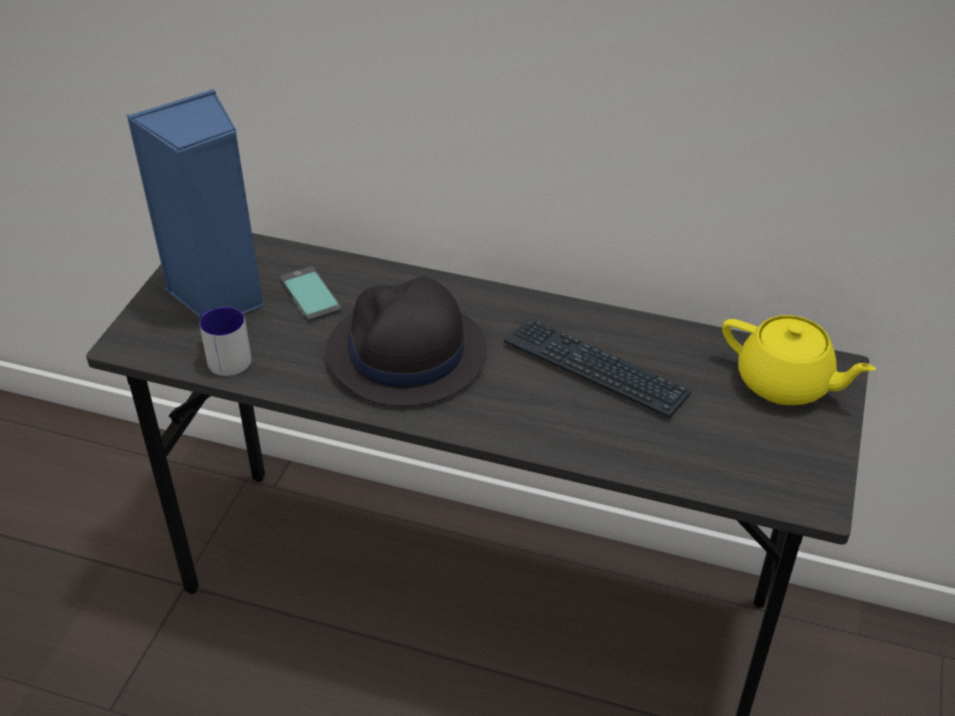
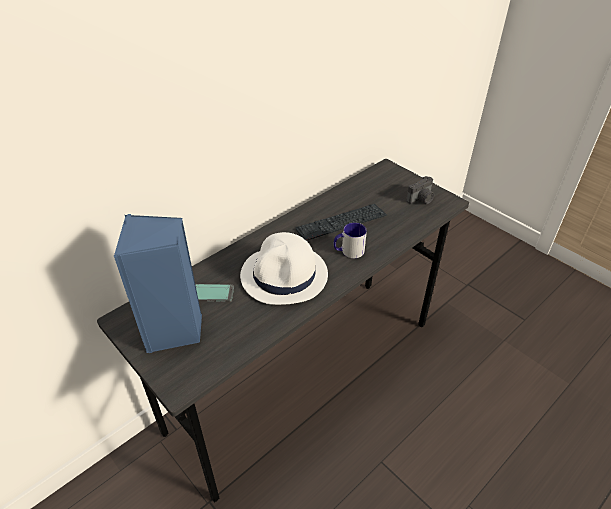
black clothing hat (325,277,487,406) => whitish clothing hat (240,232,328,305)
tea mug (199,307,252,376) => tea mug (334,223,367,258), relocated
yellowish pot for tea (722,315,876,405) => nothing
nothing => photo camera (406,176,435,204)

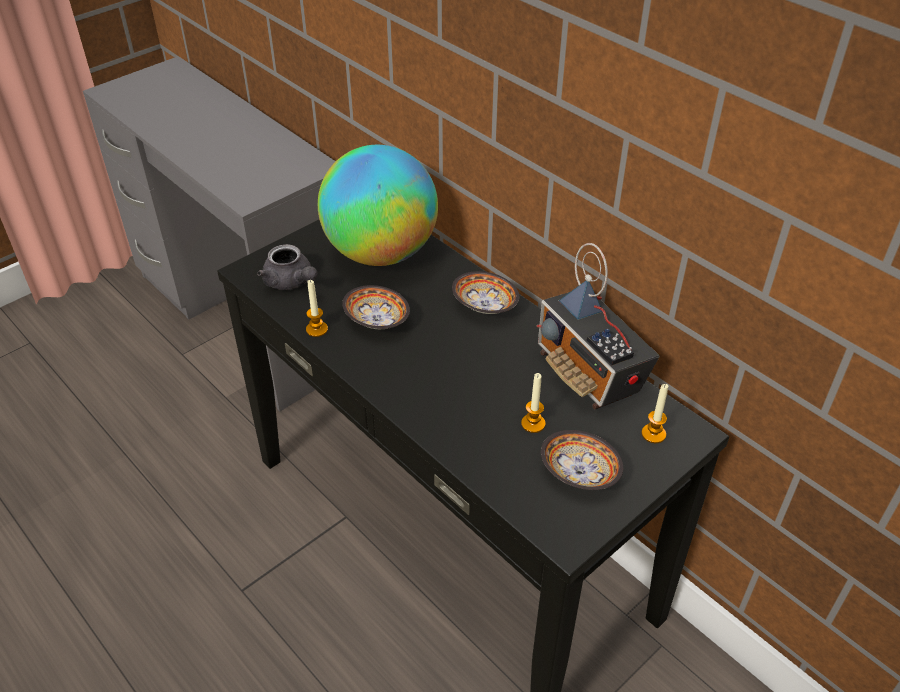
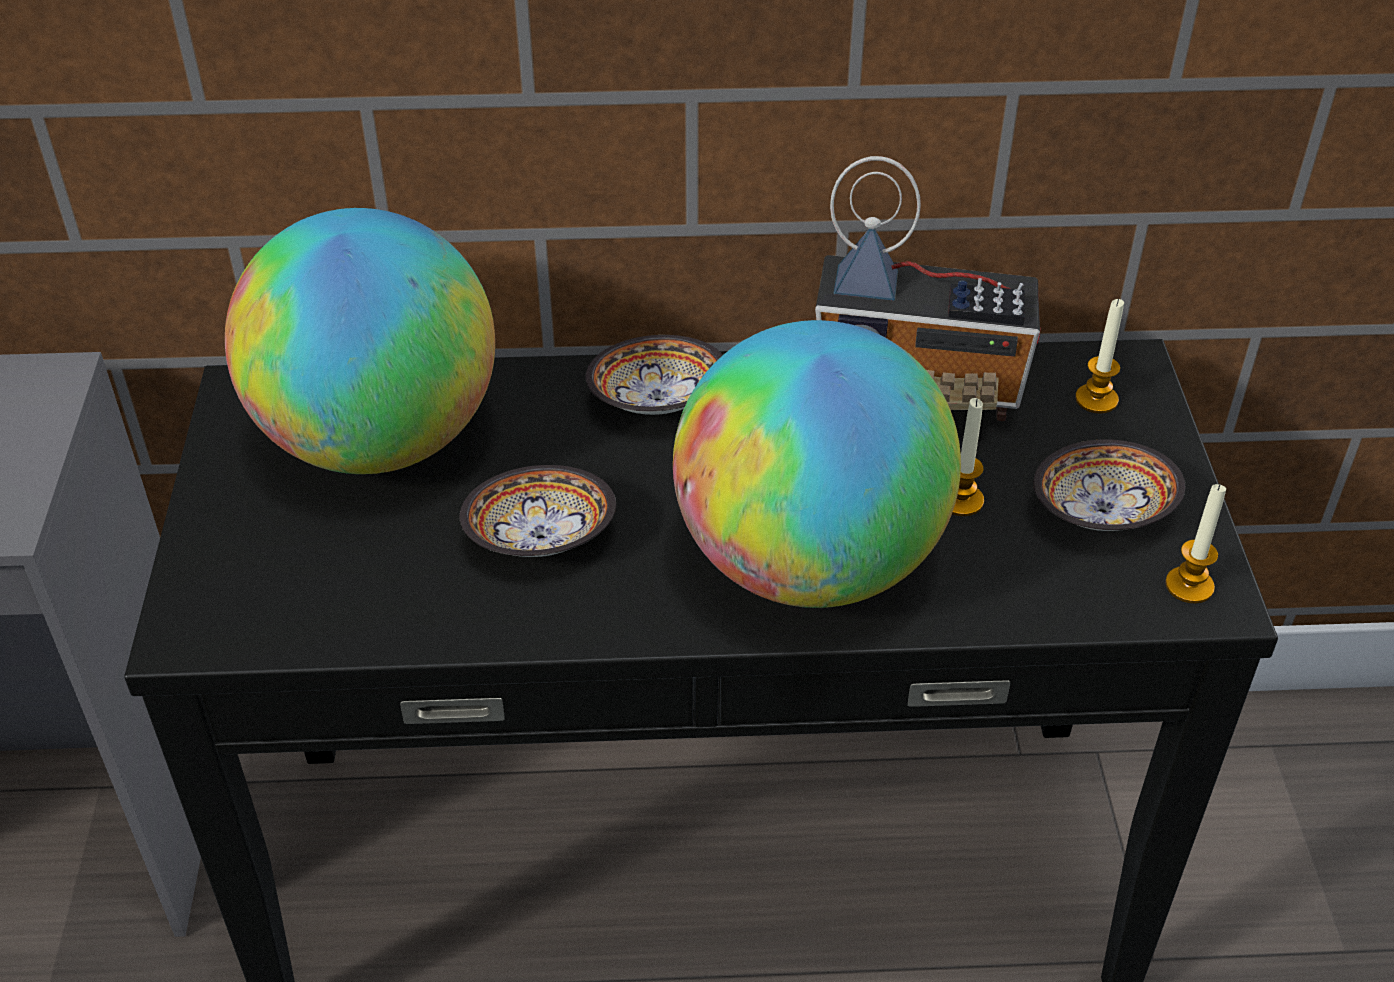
greyish pot for tea (257,244,318,290) => nothing
candle (306,280,328,337) => candle (1165,484,1226,603), relocated
nothing => desk globe (673,320,961,608)

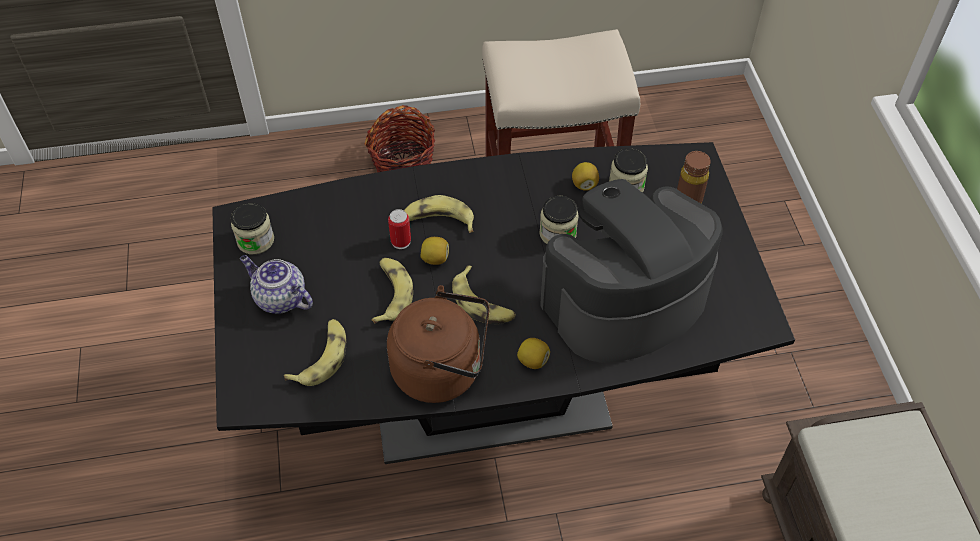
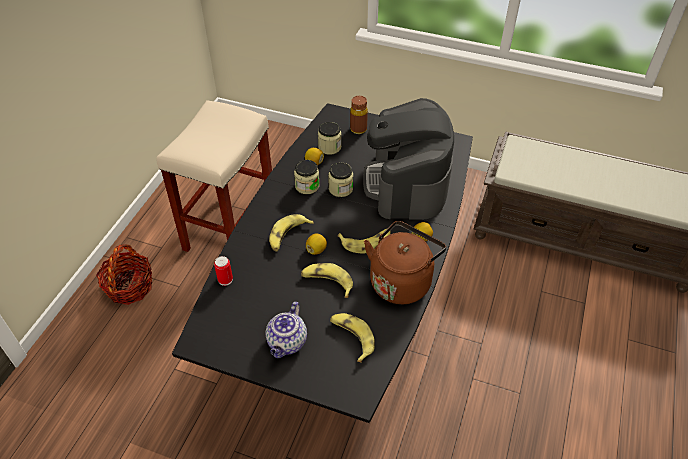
preserve jar (231,203,274,254) => preserve jar (294,160,320,194), relocated
metal can (388,209,411,249) => metal can (214,256,233,286), relocated
pot for tea (240,255,313,314) => pot for tea (266,302,307,358), 45 degrees counterclockwise

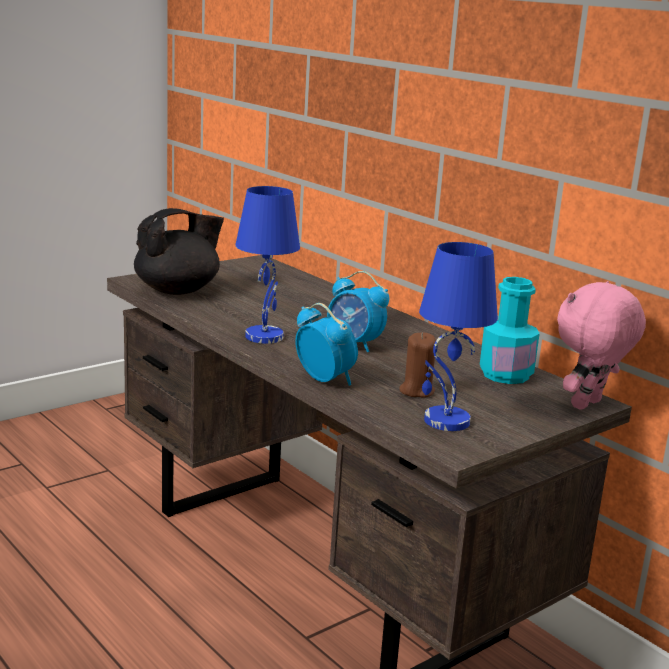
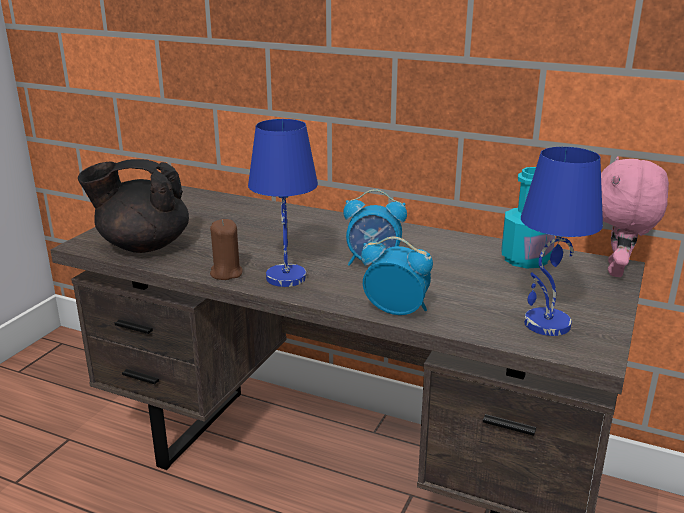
black pot for tea (134,208,224,295) => black pot for tea (78,159,189,253), 120 degrees counterclockwise
brown candle (399,333,436,398) => brown candle (210,219,243,280), relocated

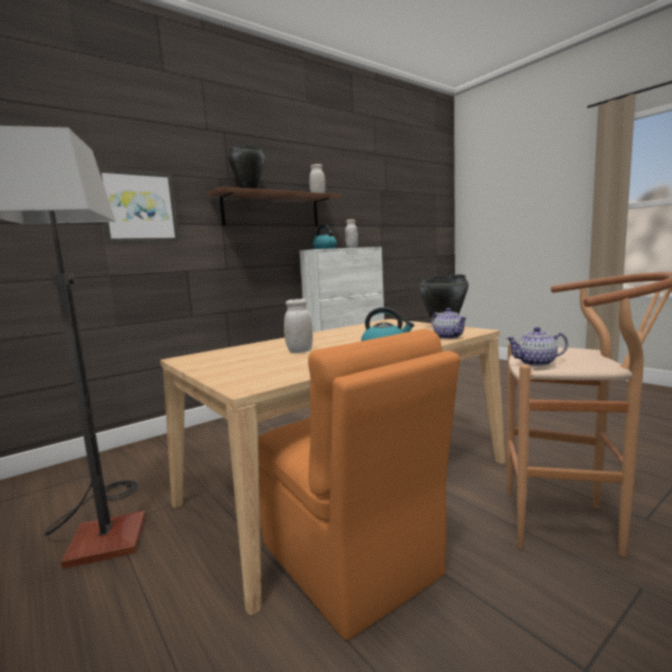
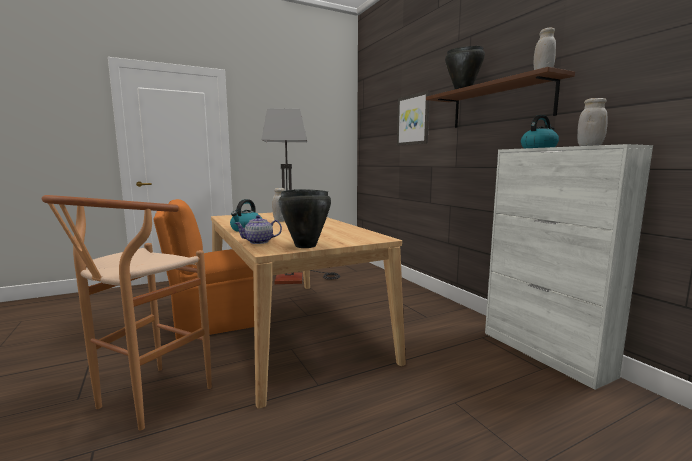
pot for tea (506,327,568,366) => nothing

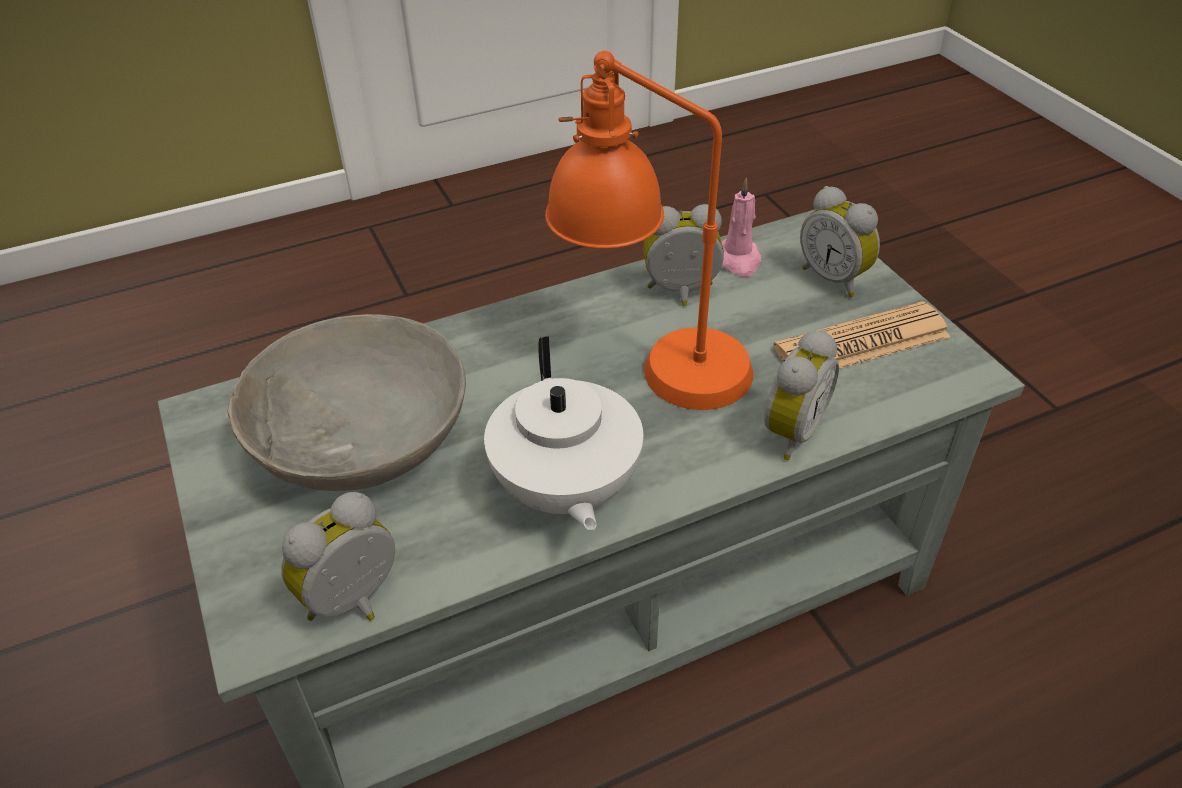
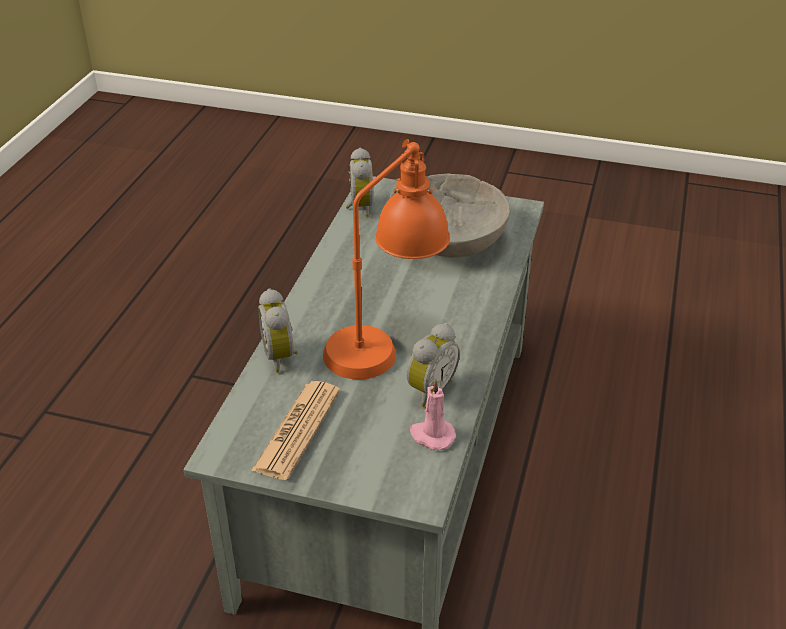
bedside clock (800,186,880,298) => nothing
whitish pot for tea (484,336,643,531) => nothing

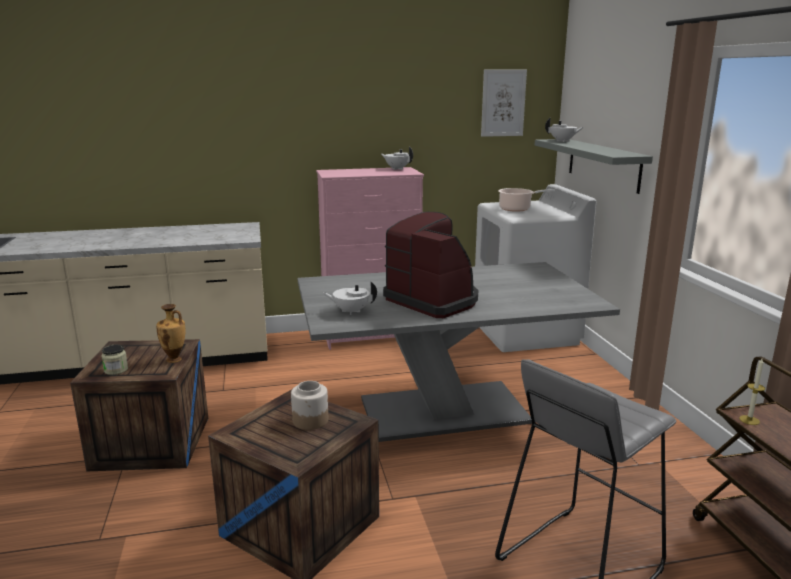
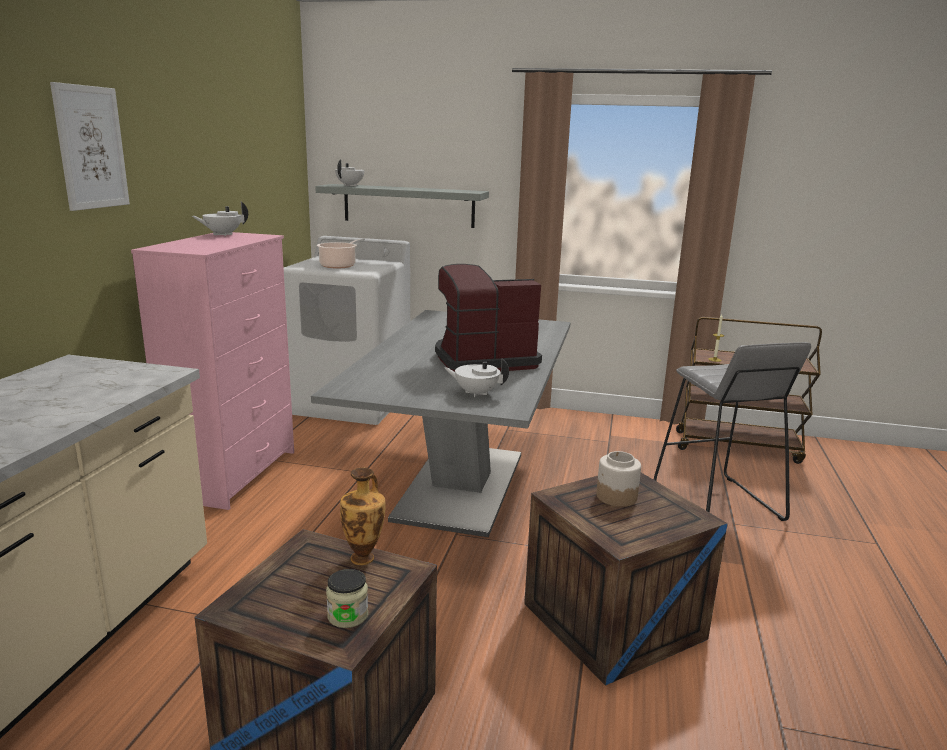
wall picture (481,70,527,137) => wall picture (50,82,130,211), relocated
whitish pot for tea (323,282,377,315) => whitish pot for tea (444,358,509,397), 75 degrees clockwise

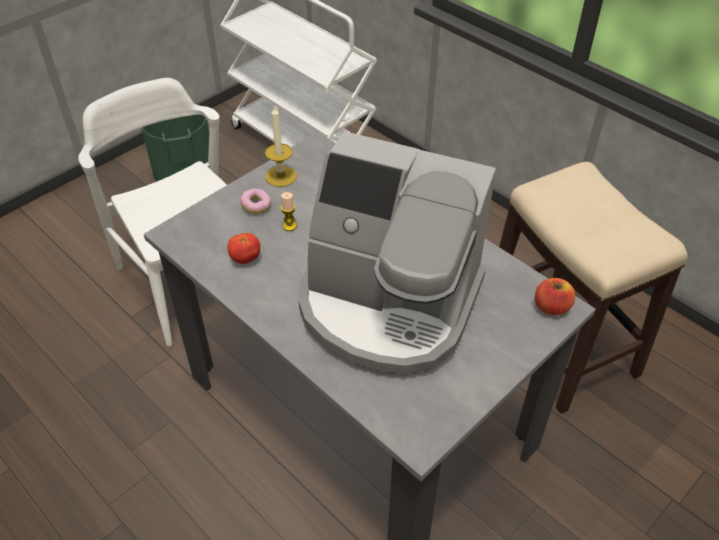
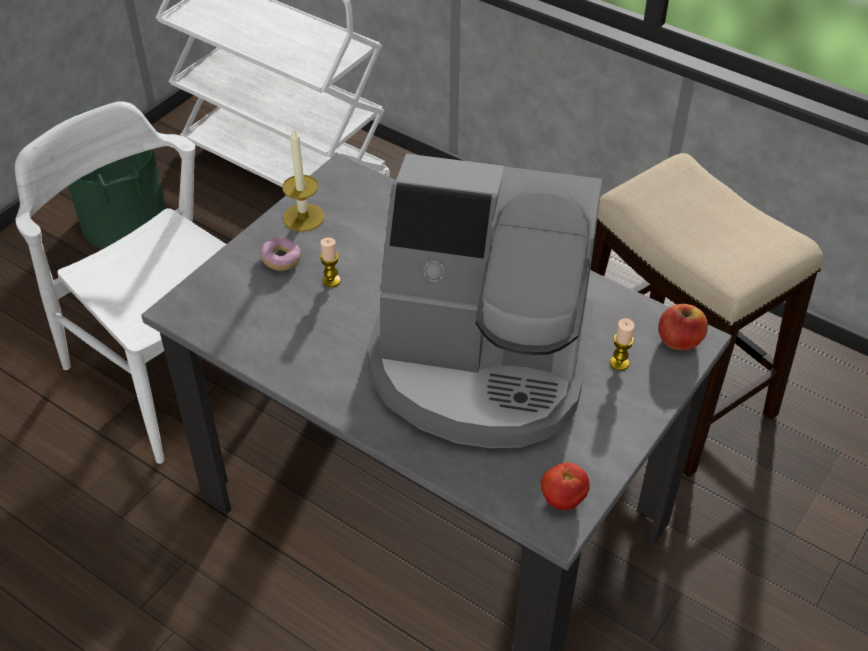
tomato (228,233,260,264) => tomato (541,463,590,510), relocated
nothing => candle (610,318,635,371)

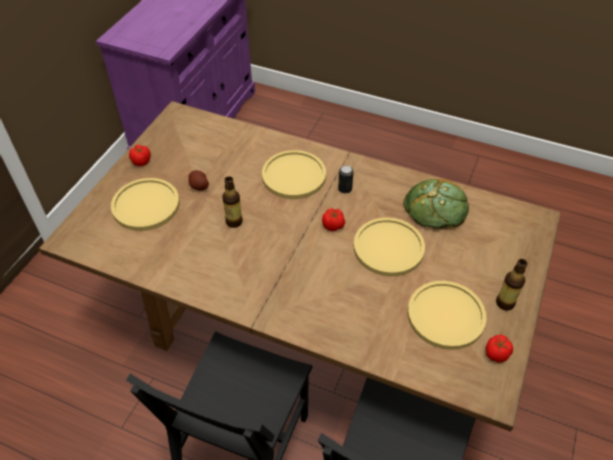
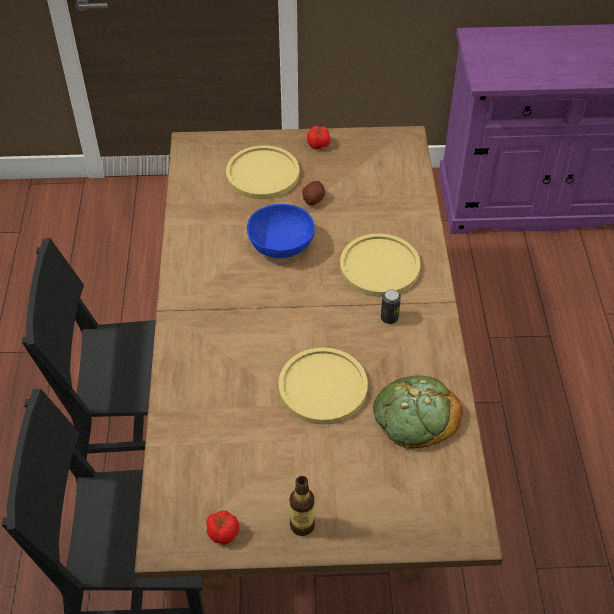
bottle (222,176,243,228) => blue-coloured serving bowl (247,204,315,258)
tomato (322,208,345,231) => nothing
yellowish flat dish (407,281,487,350) => nothing

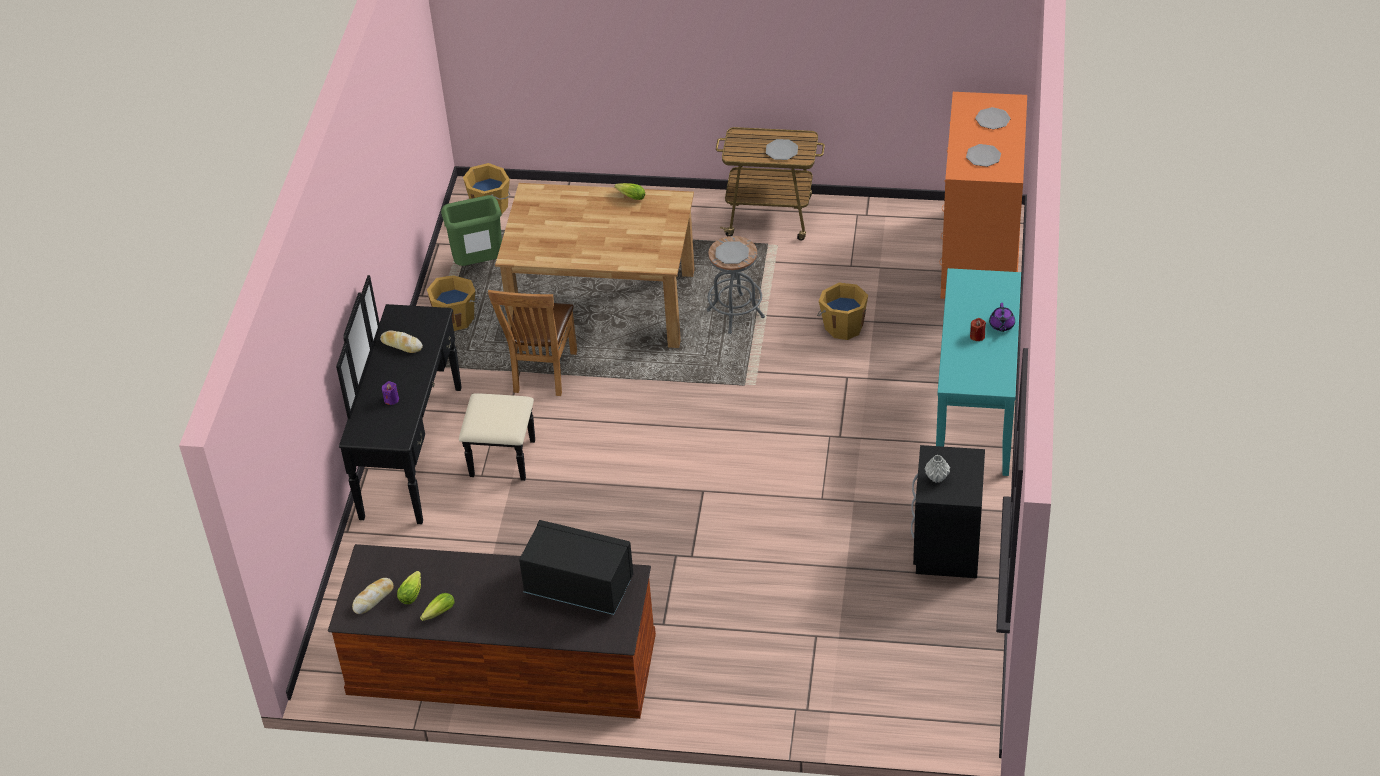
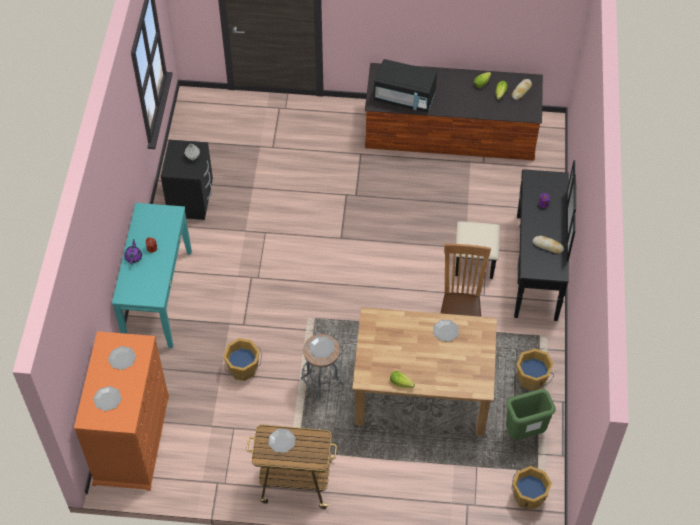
nothing => flat dish (434,320,459,341)

